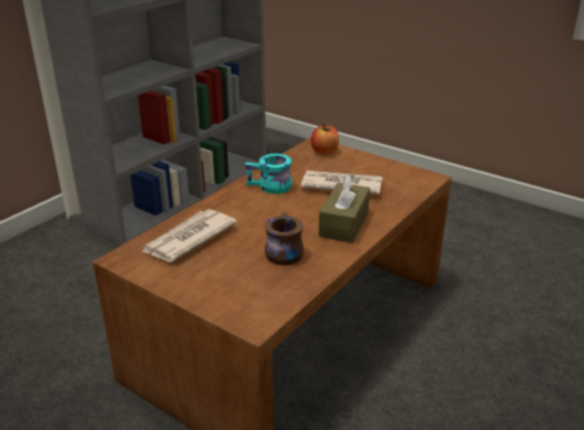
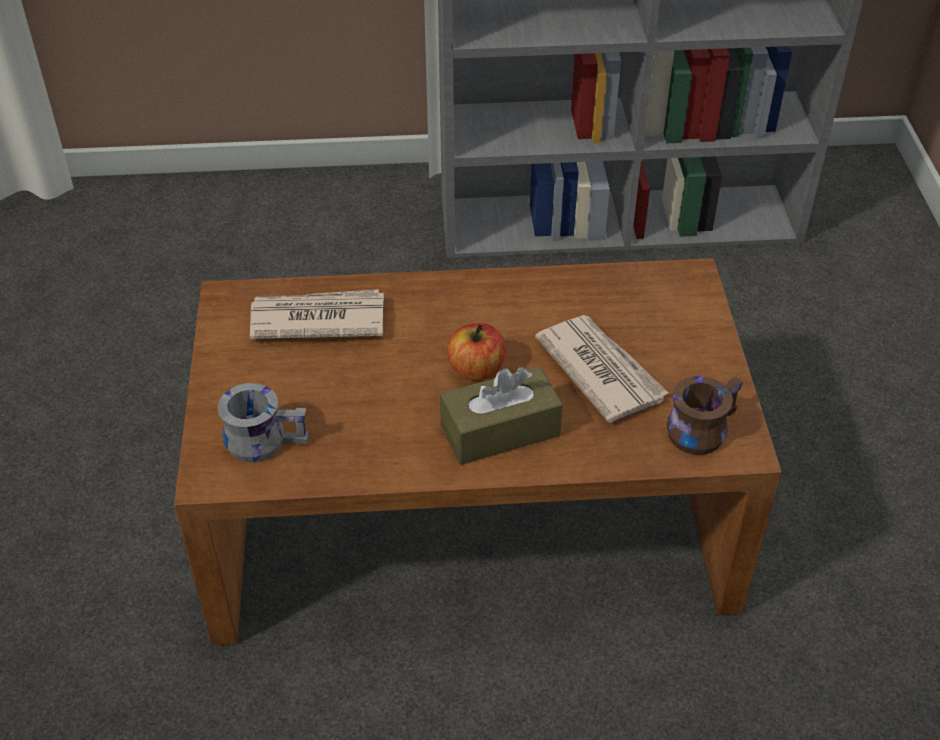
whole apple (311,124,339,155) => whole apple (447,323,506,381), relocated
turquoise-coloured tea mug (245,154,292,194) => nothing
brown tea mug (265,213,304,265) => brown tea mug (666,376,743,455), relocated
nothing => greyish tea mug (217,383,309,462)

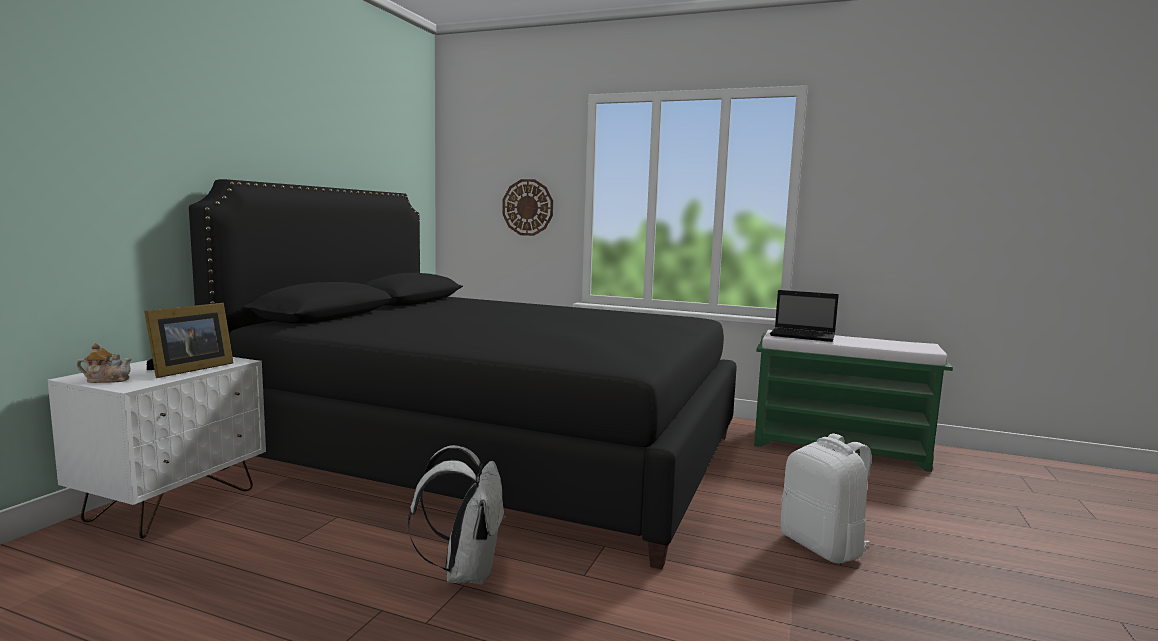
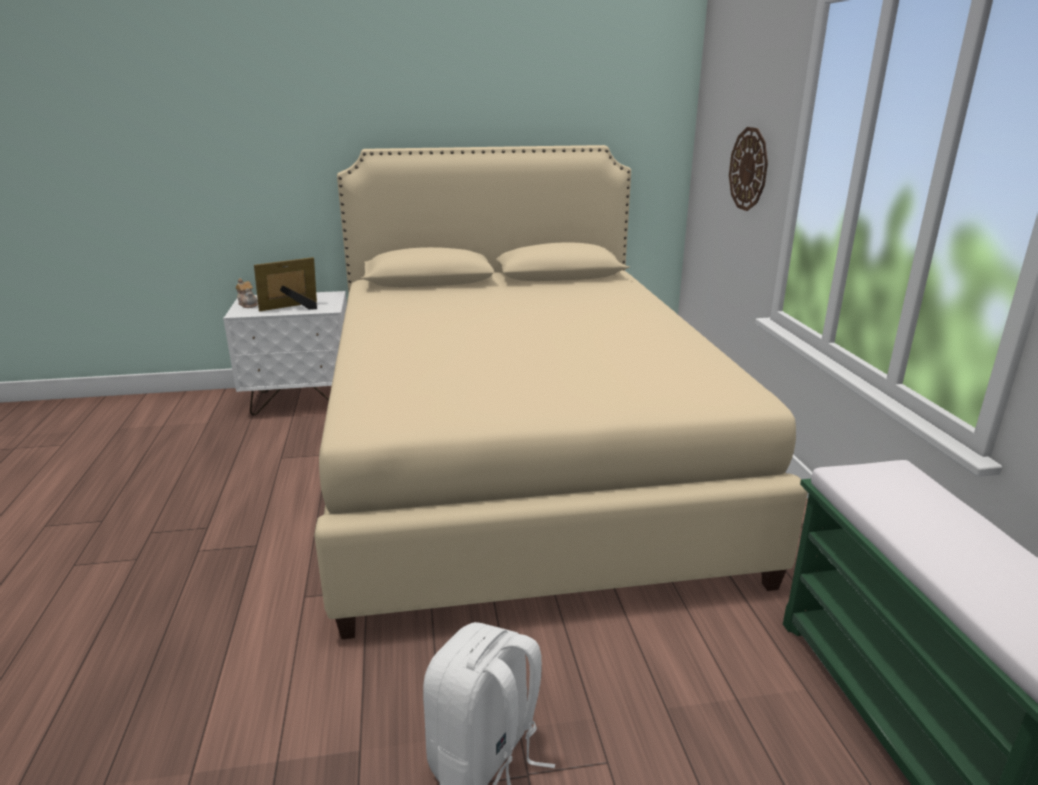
black bedroom bed (189,179,737,570) => beige bedroom bed (314,145,808,639)
portable computer (770,290,839,342) => nothing
standing frame (144,303,234,378) => standing frame (254,257,317,311), 150 degrees clockwise
whitish rucksack (408,445,506,585) => nothing

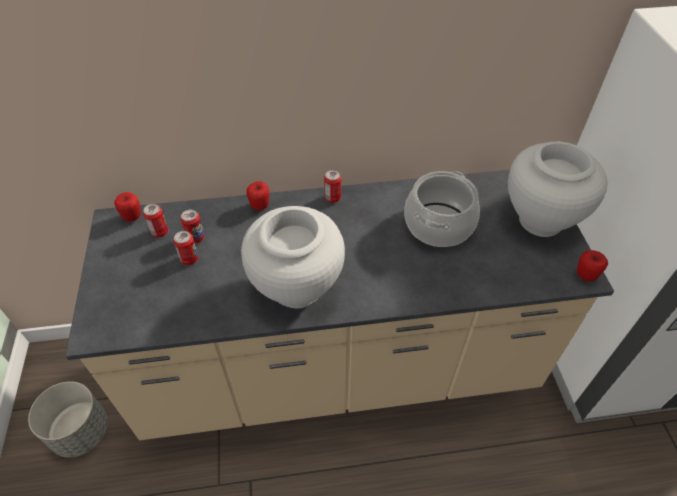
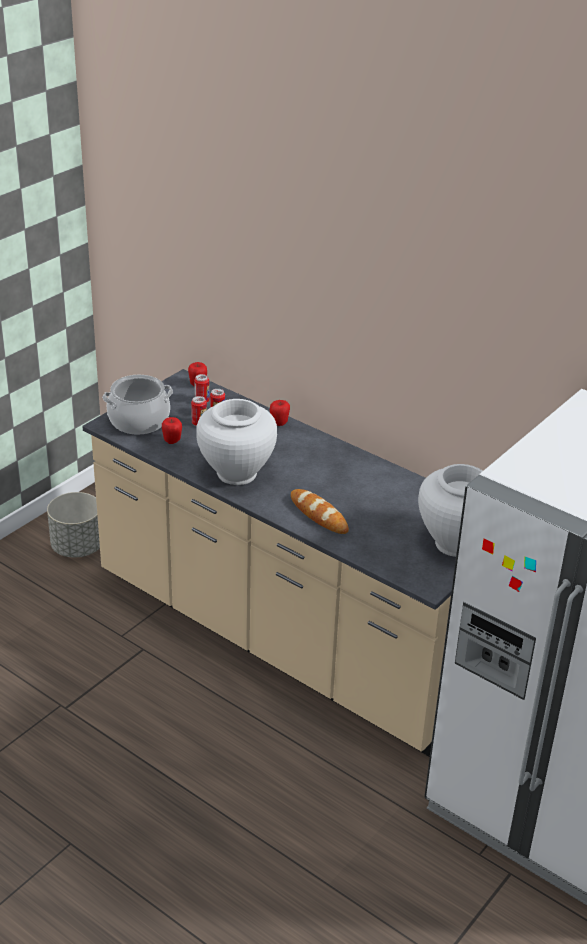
metal can (324,170,341,203) => nothing
cooking pot (404,171,480,247) => cooking pot (102,375,173,435), relocated
whole apple (577,250,608,282) => whole apple (162,417,182,444), relocated
nothing => bread (291,489,349,534)

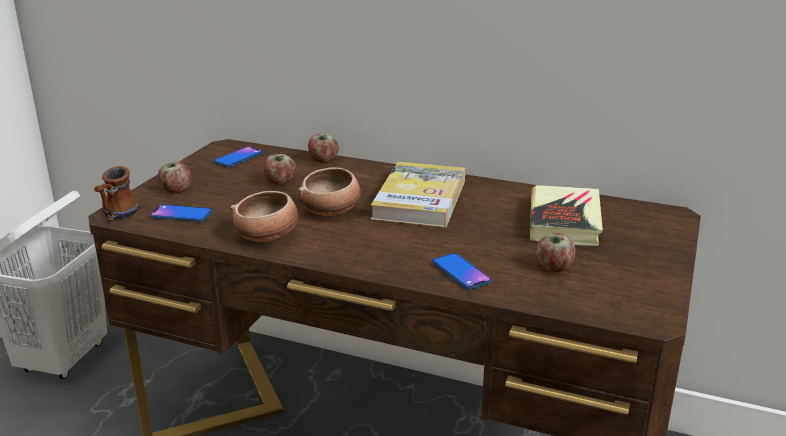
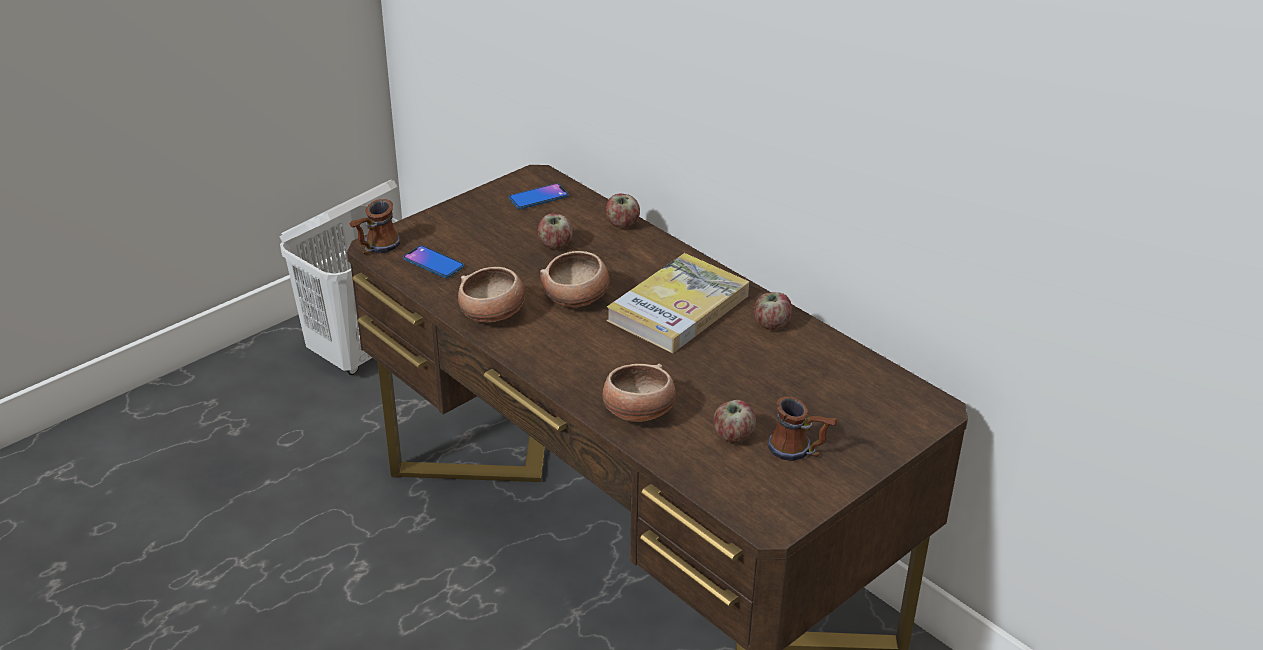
whole apple (158,161,191,193) => whole apple (754,292,792,330), relocated
volume (530,185,603,246) => nothing
phone (432,253,492,290) => serving bowl (602,364,676,422)
nothing => tea mug (768,396,837,461)

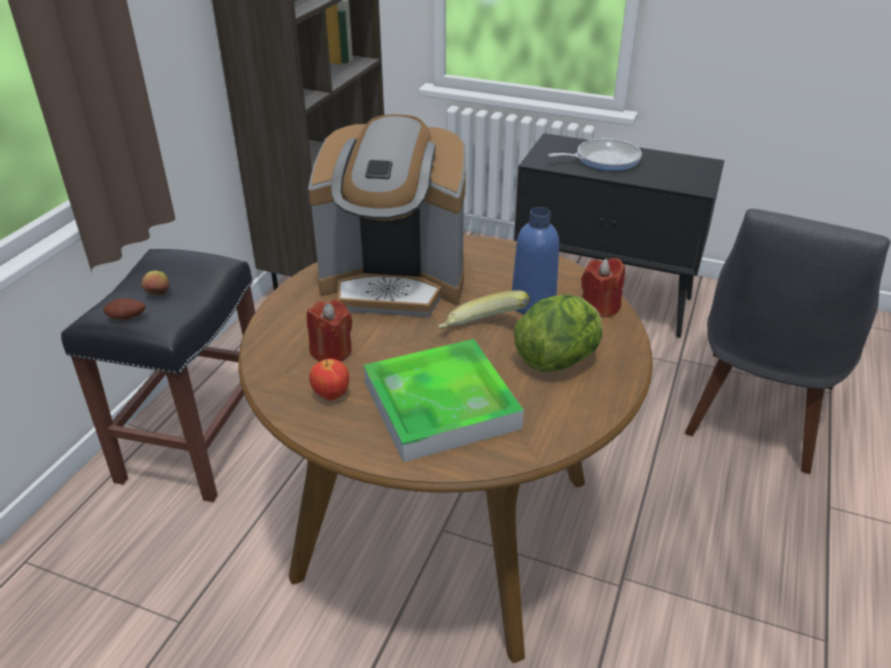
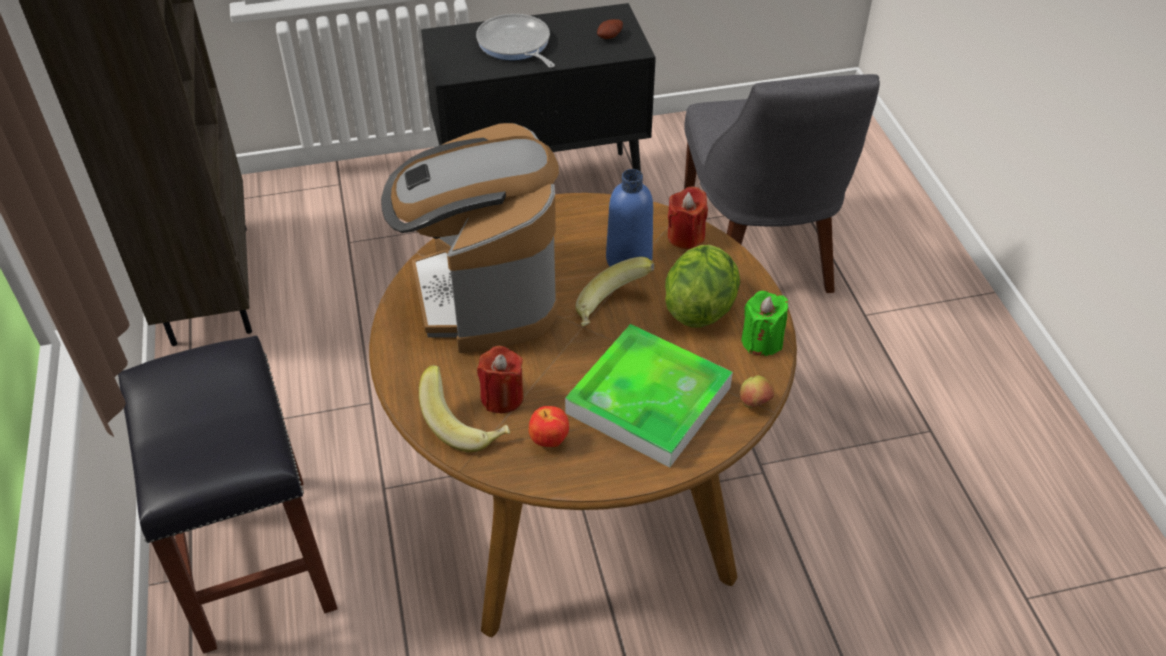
coffee brewer (308,114,466,317) => coffee brewer (381,123,559,353), 105 degrees clockwise
pan (548,139,642,171) => pan (476,14,555,68), 75 degrees counterclockwise
whole apple (142,270,169,295) => whole apple (740,375,774,408), relocated
whole potato (103,298,146,320) => whole potato (597,19,623,39), relocated
nothing => greenish candle (742,291,788,356)
nothing => banana fruit (419,365,510,452)

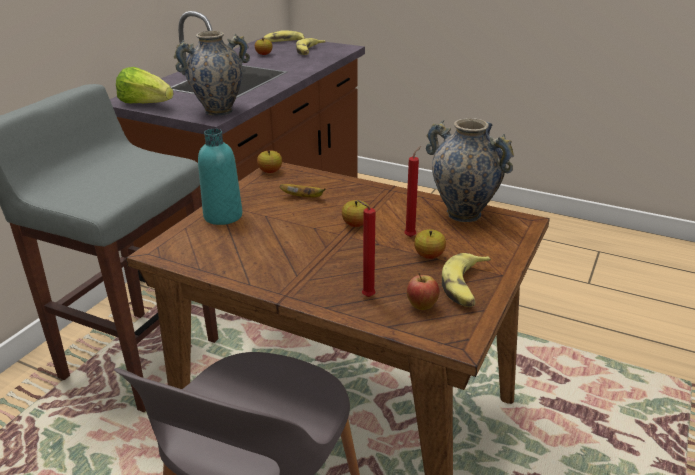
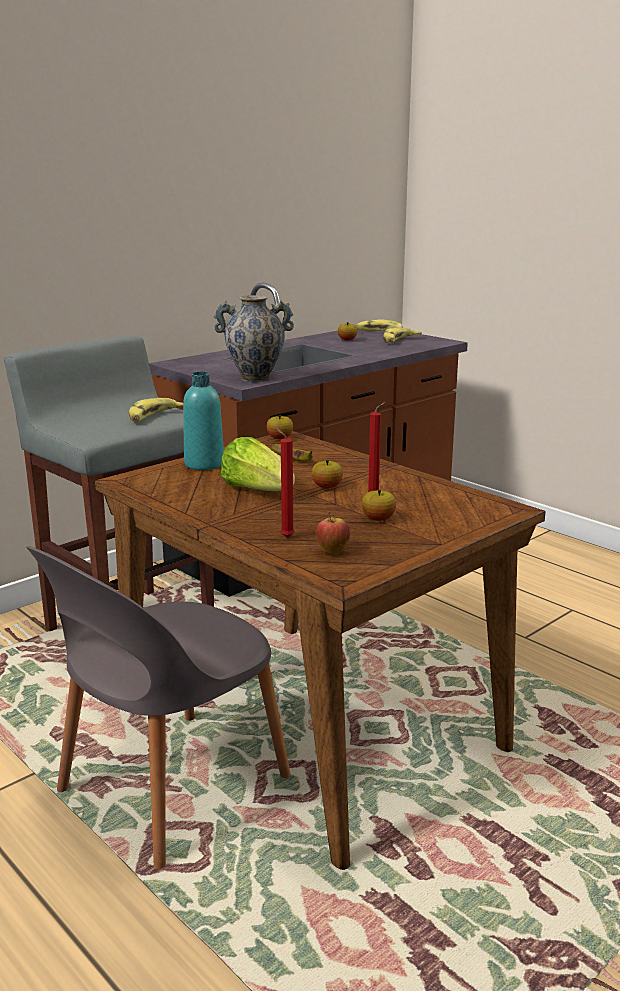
lettuce (116,67,173,104) => lettuce (221,437,295,491), relocated
vase (426,118,514,222) => nothing
banana fruit (442,253,491,307) => banana fruit (129,398,183,422), relocated

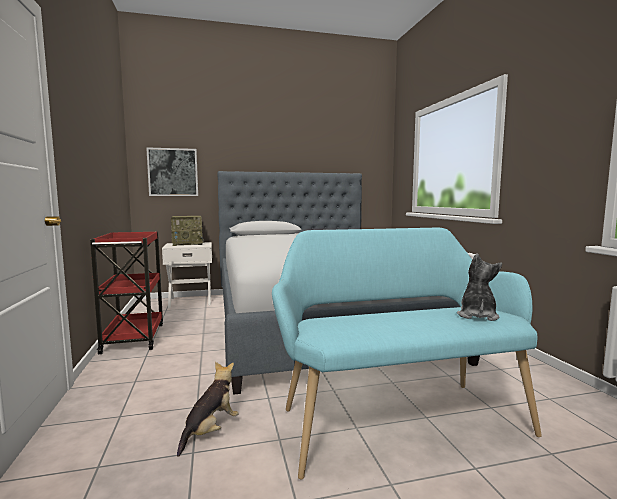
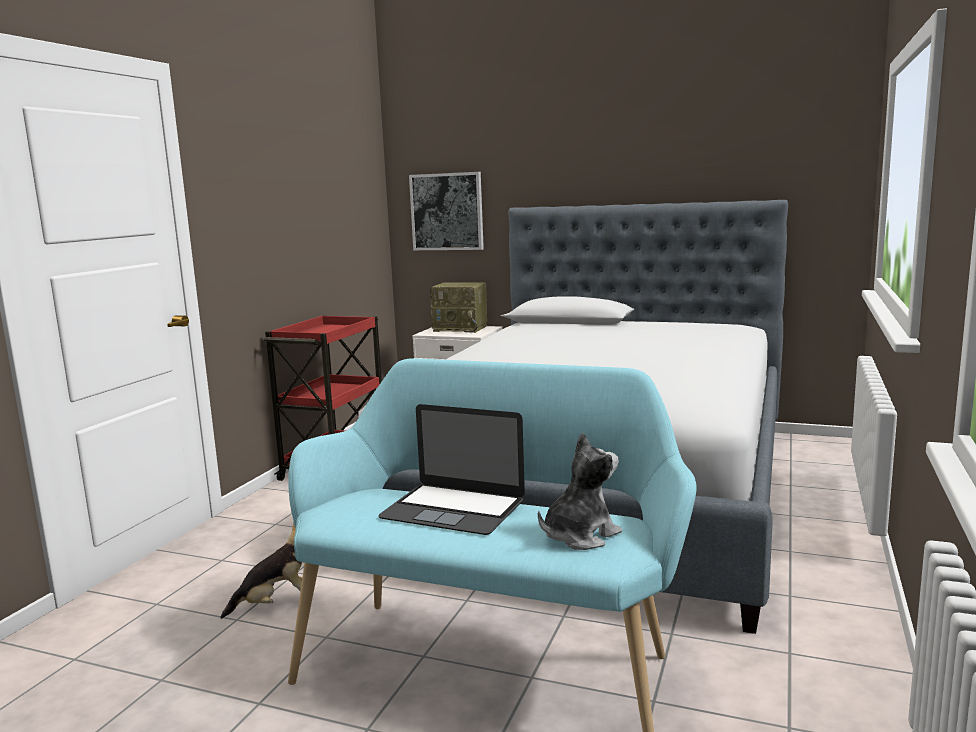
nothing => portable computer (378,404,525,535)

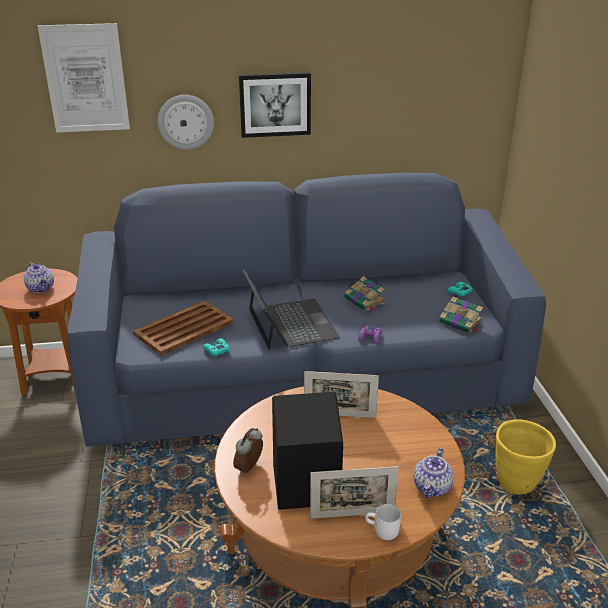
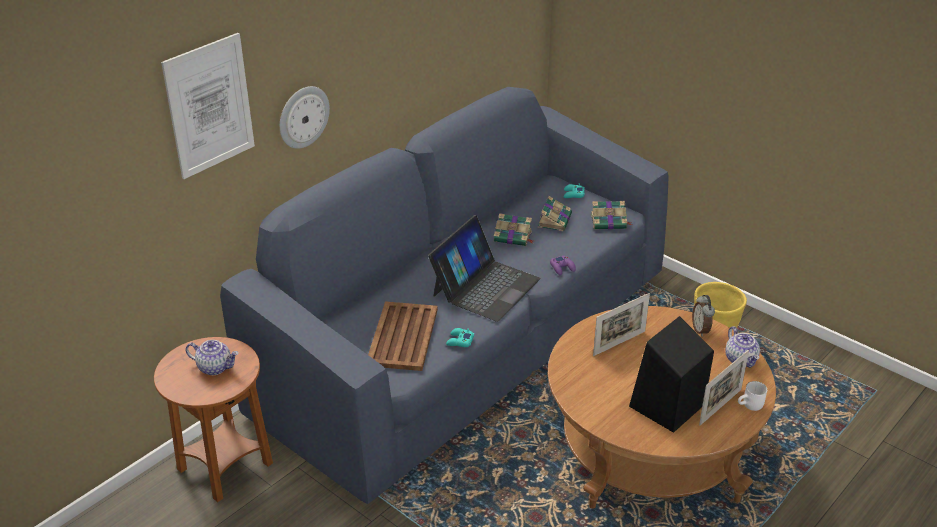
wall picture (239,72,311,138) => nothing
portable computer (243,270,340,350) => portable computer (428,215,541,322), 90 degrees clockwise
bedside clock (233,428,263,474) => bedside clock (692,295,715,337), relocated
nothing => volume (538,196,572,231)

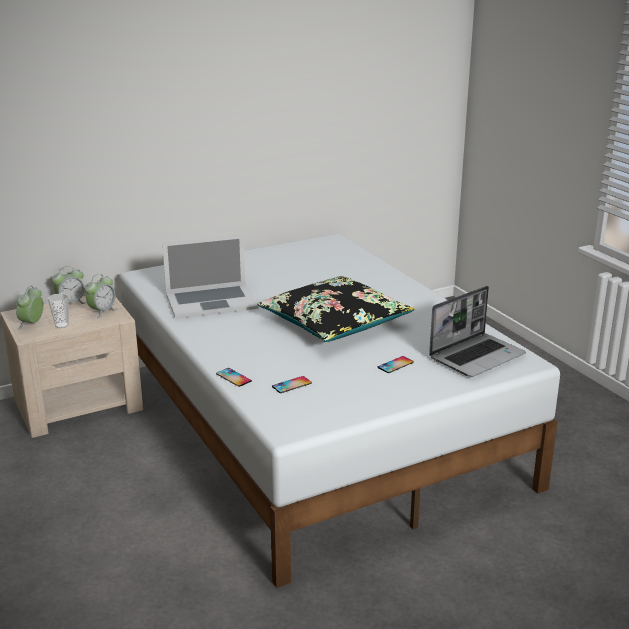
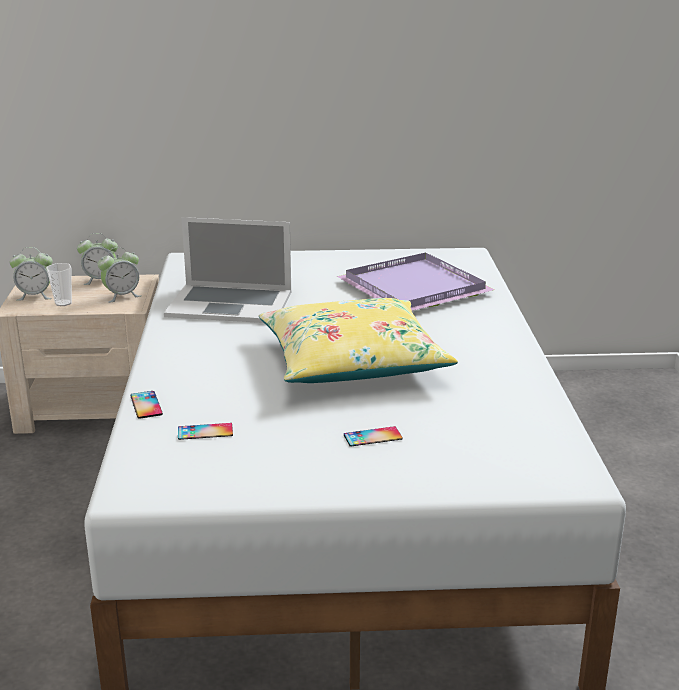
black throw pillow (257,276,415,342) => yellowish throw pillow (259,298,458,383)
bedside clock (16,286,44,329) => bedside clock (10,247,52,301), 135 degrees counterclockwise
portable computer (429,286,526,377) => nothing
nothing => purplish carrying tray (337,253,495,311)

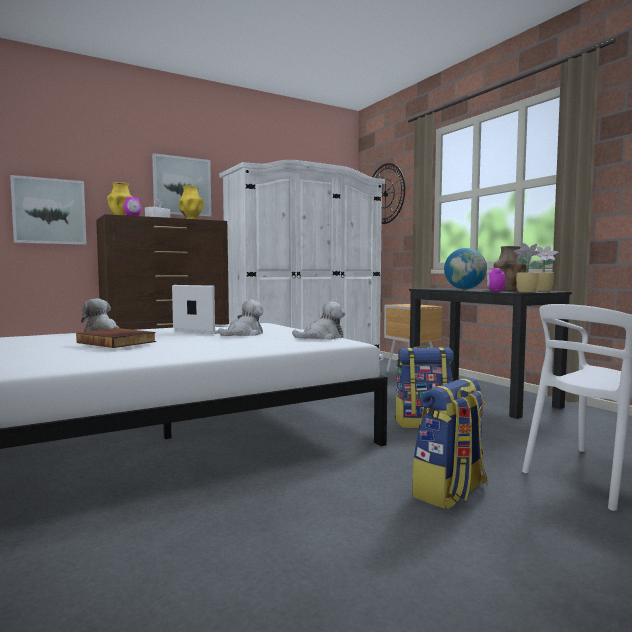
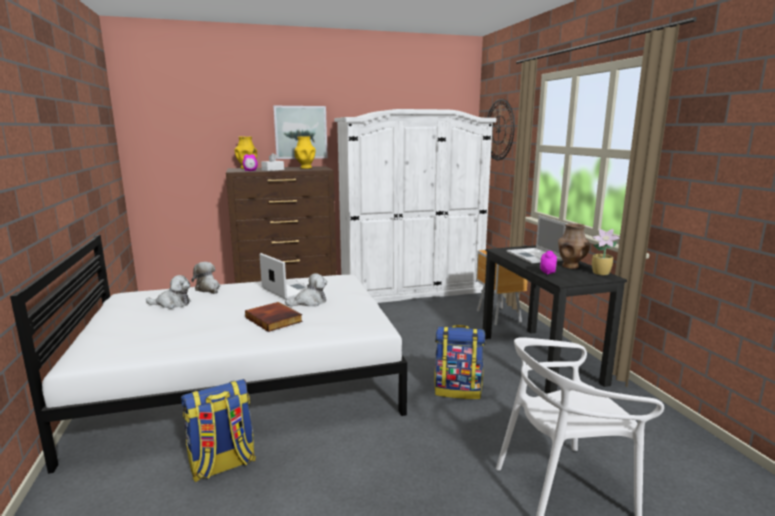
wall picture (10,175,87,245) => nothing
plant in a pot (513,243,543,292) => nothing
desk globe (444,248,487,289) => portable computer (506,215,567,263)
plush toy (292,301,346,340) => plush toy (146,275,191,309), relocated
volume (76,328,156,348) => volume (245,302,303,332), relocated
rucksack (412,377,488,509) => rucksack (181,379,256,482), relocated

